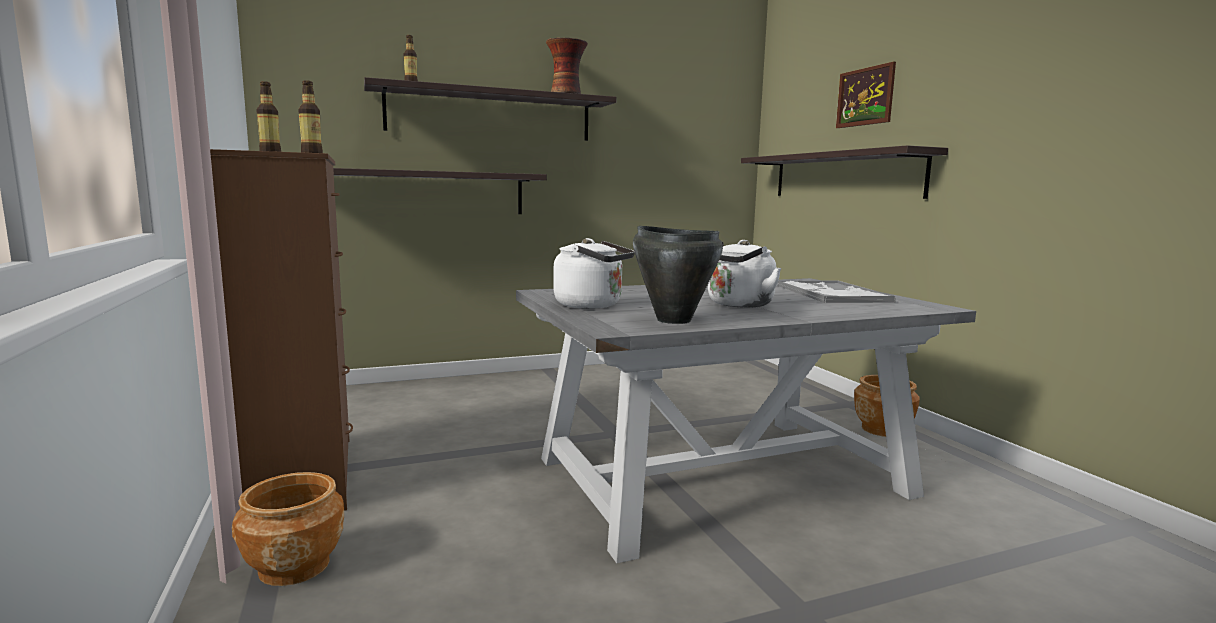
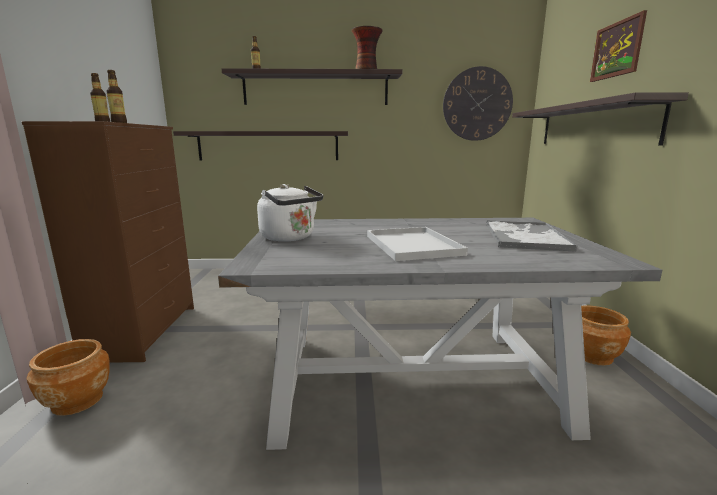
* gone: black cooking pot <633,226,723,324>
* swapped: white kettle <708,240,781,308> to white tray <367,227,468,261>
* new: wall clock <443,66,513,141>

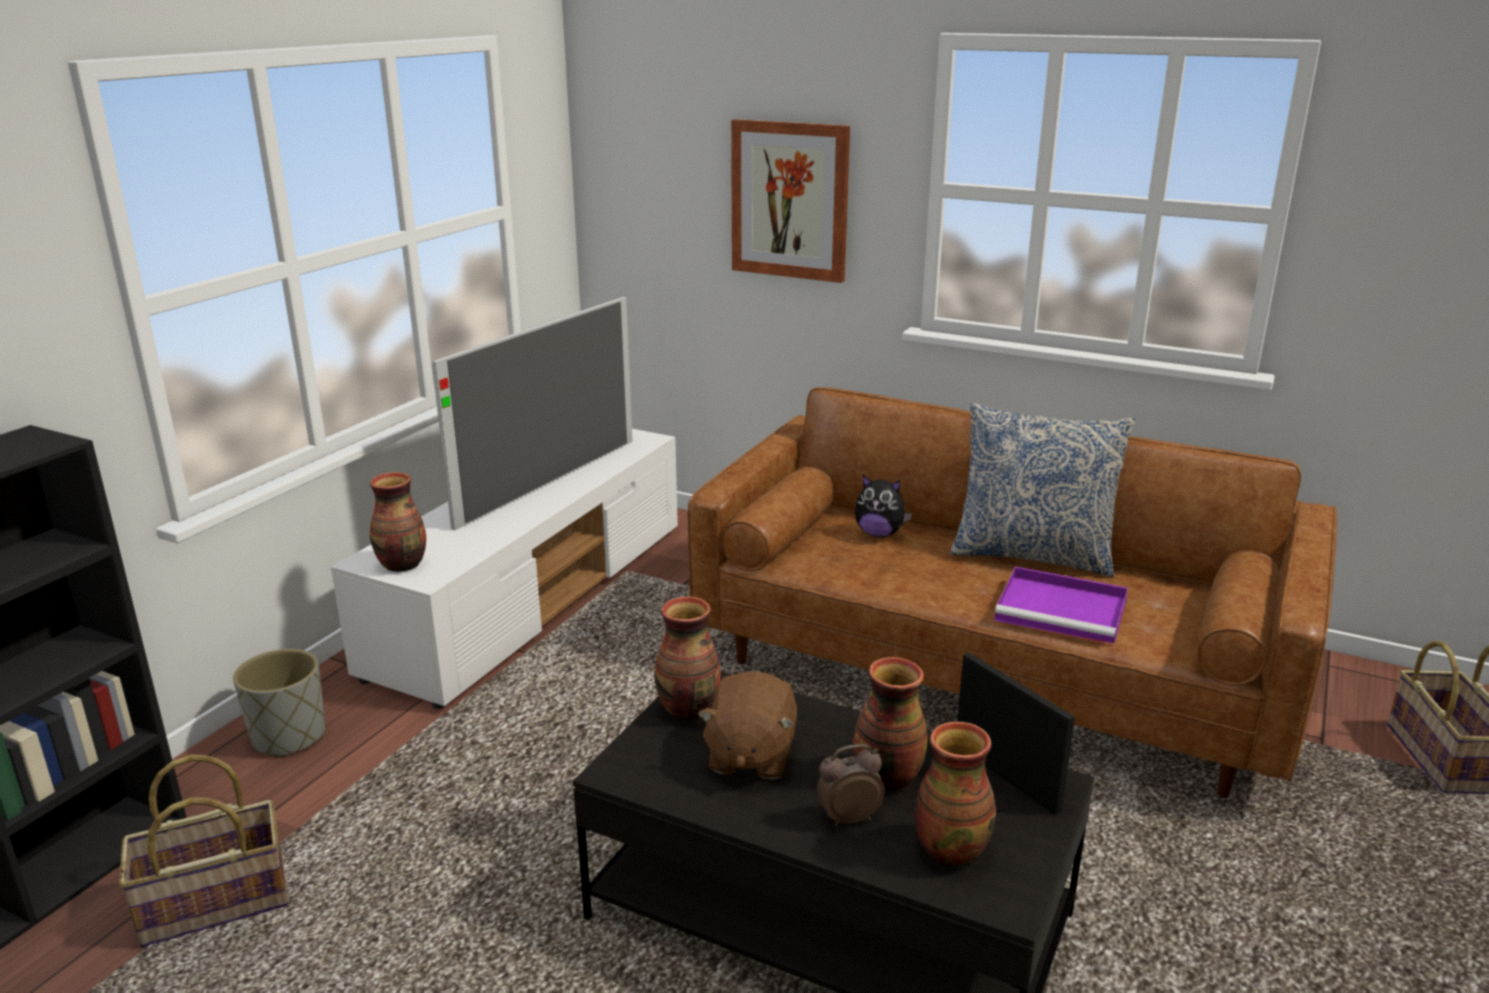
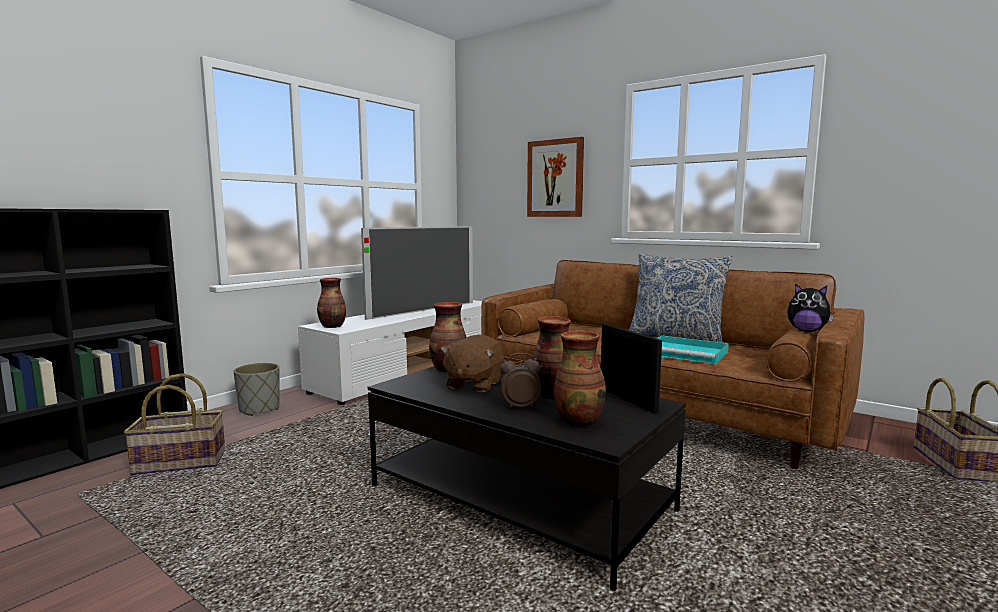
* shifted: plush toy <855,475,912,537> to <787,284,834,332>
* repainted: purple tray <994,566,1128,645> to turquoise tray <657,335,729,365>

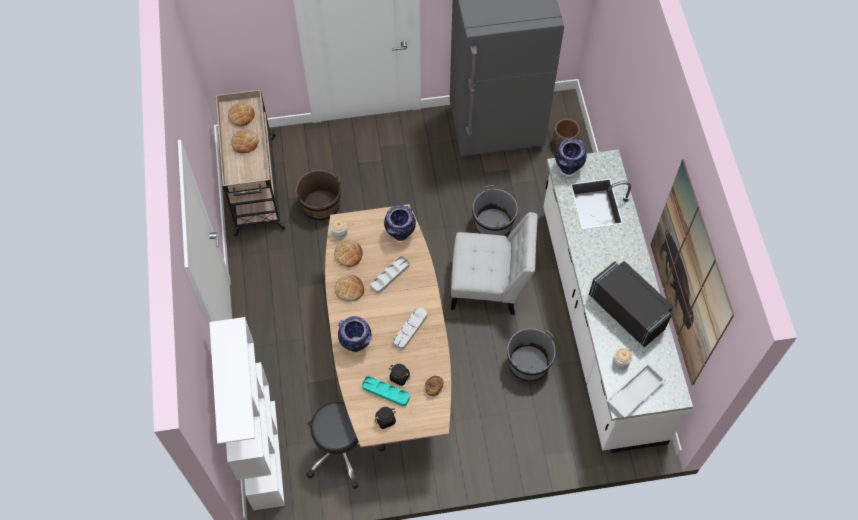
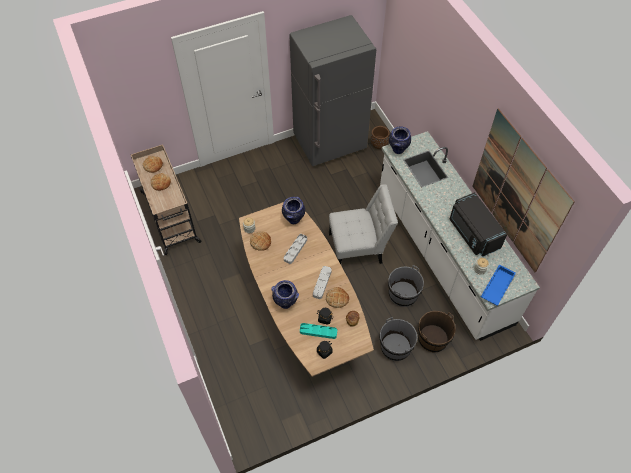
* shifted: brown bucket <295,170,341,221> to <418,311,456,352>
* shifted: grey bucket <472,185,518,236> to <380,317,417,361>
* rotated: black microwave <589,261,673,348> = <450,192,507,257> 150 degrees counterclockwise
* shifted: bread <335,275,364,301> to <326,287,349,308>
* gone: white bookcase <209,317,285,510>
* repainted: white tray <607,362,666,418> to blue tray <481,264,516,306>
* gone: black stool <306,402,385,489>

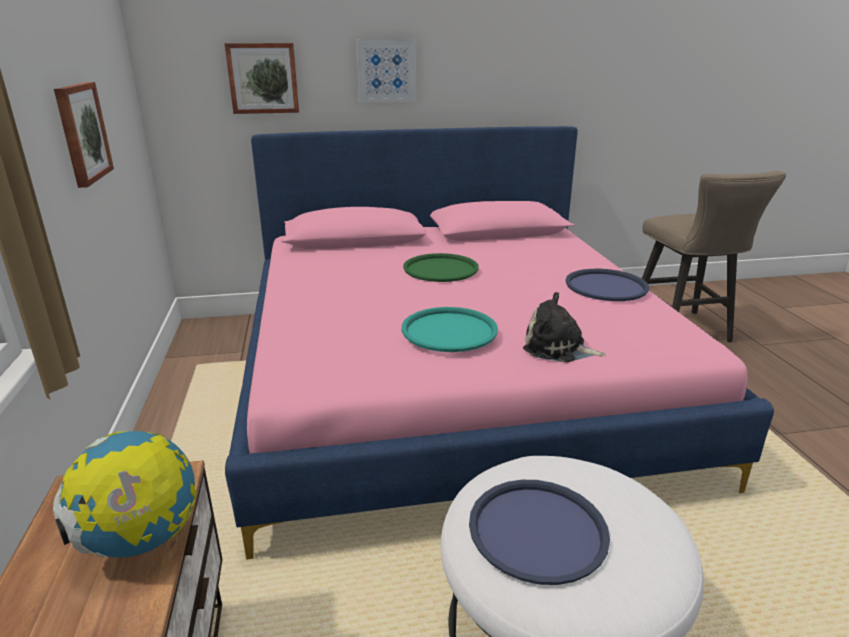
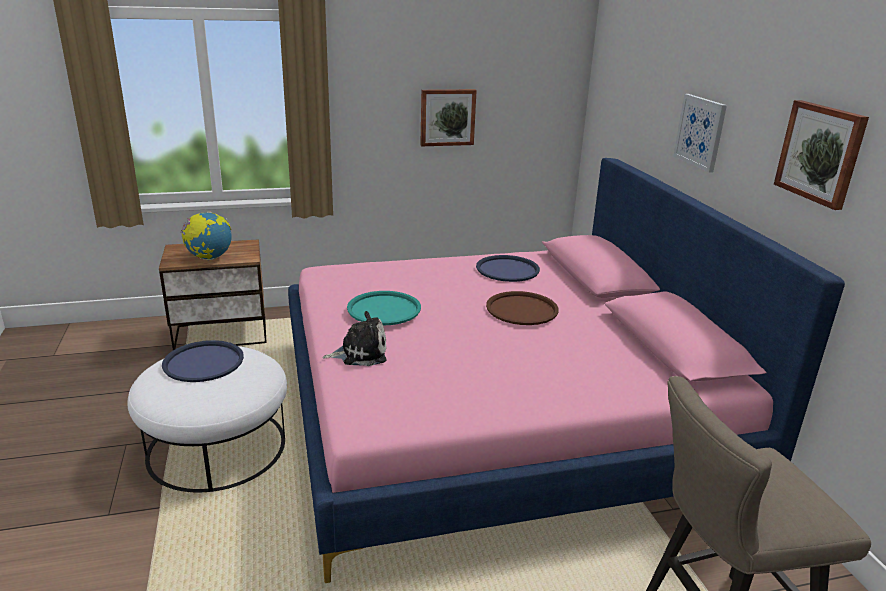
* shifted: picture <224,43,299,114> to <774,100,869,210>
* repainted: green tray <403,253,479,282> to brown tray <486,291,559,325>
* shifted: blue tray <565,269,649,301> to <476,255,540,282>
* rotated: plush toy <523,292,606,363> = <323,311,387,366> 60 degrees clockwise

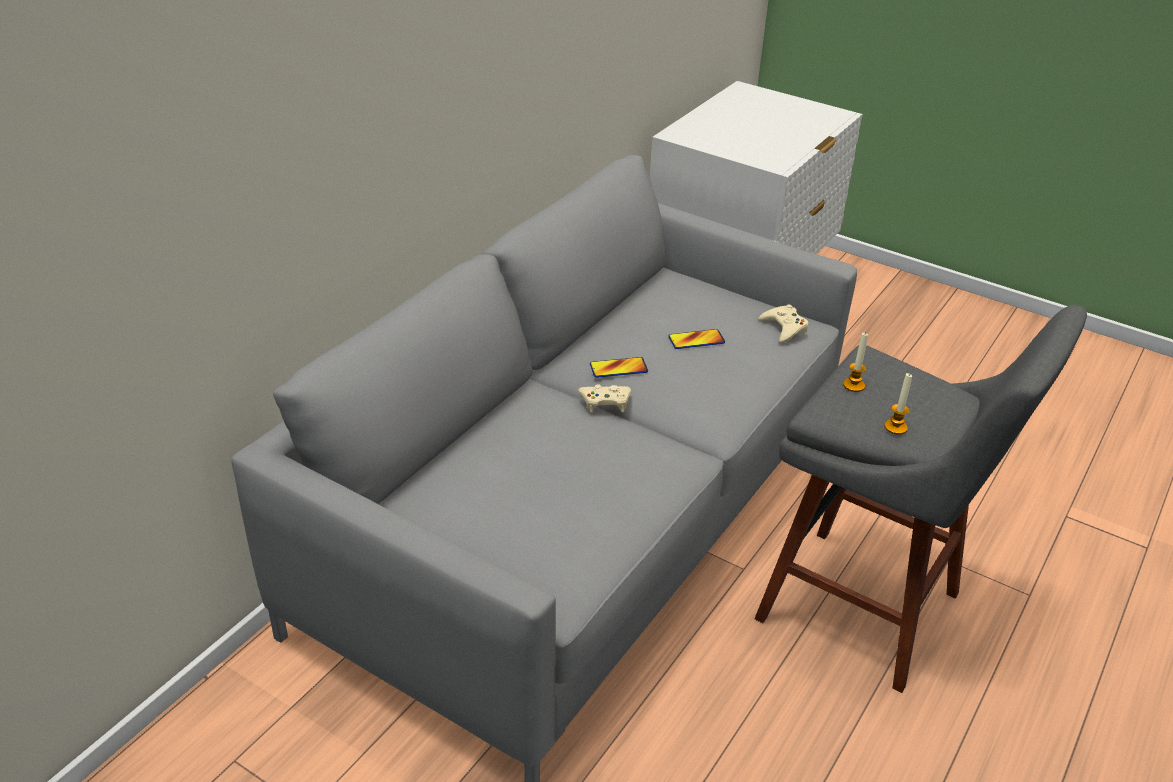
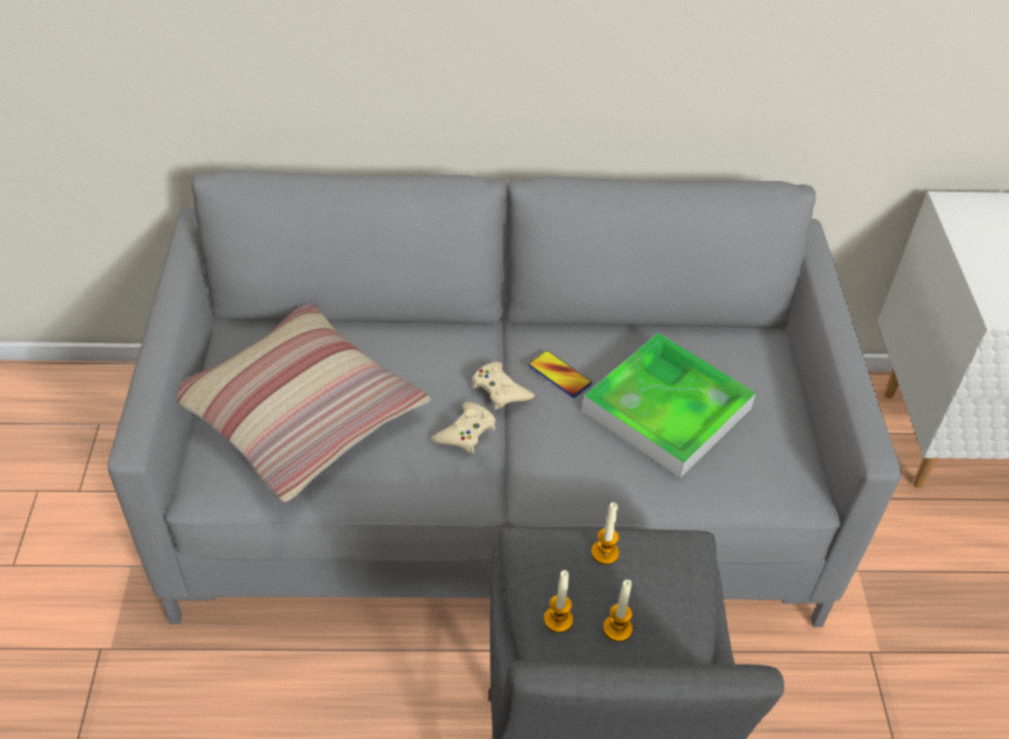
* shifted: beige game controller <758,305,808,343> to <431,402,496,453>
* swapped: phone <668,329,725,349> to tray <582,333,756,478>
* new: pillow <178,303,431,502>
* new: candle <603,580,633,642>

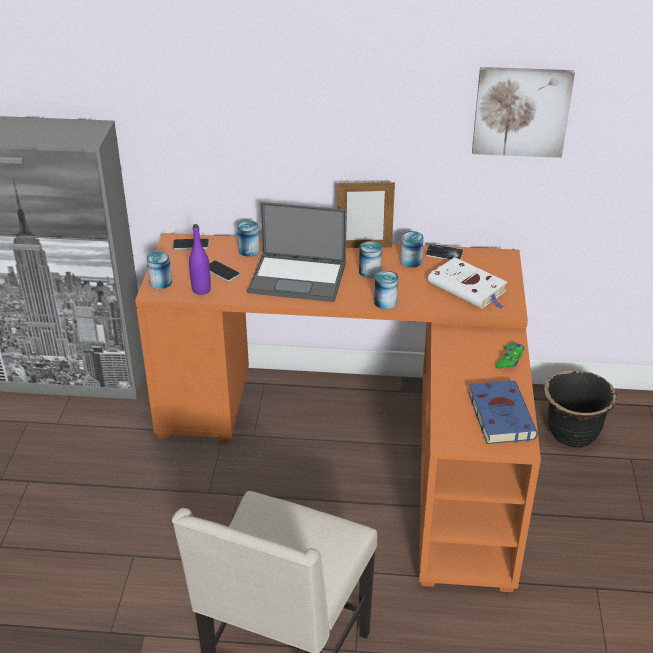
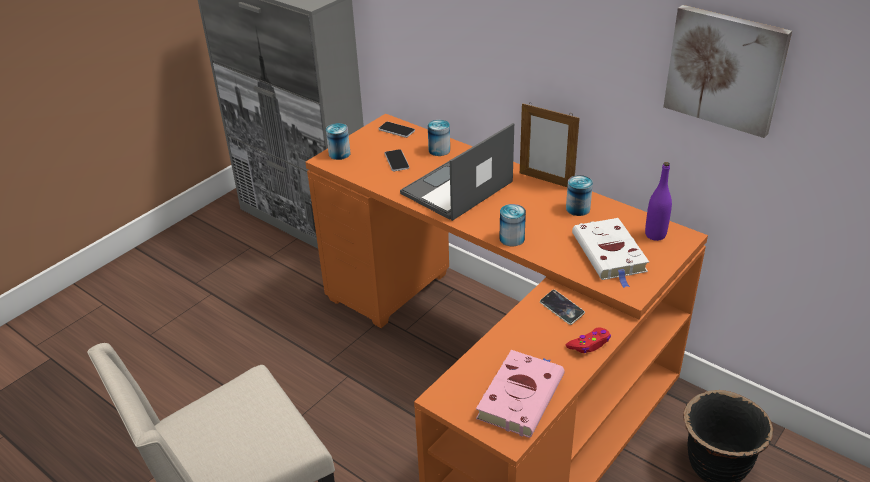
* rotated: laptop <247,202,346,302> = <400,123,514,221> 90 degrees clockwise
* shifted: purple bottle <189,224,211,295> to <645,162,672,241>
* gone: can <359,241,382,278>
* shifted: phone <425,244,464,260> to <540,290,585,325>
* repainted: green game controller <495,344,524,369> to red game controller <566,328,611,353>
* repainted: blue book <469,380,538,444> to pink book <476,350,565,438>

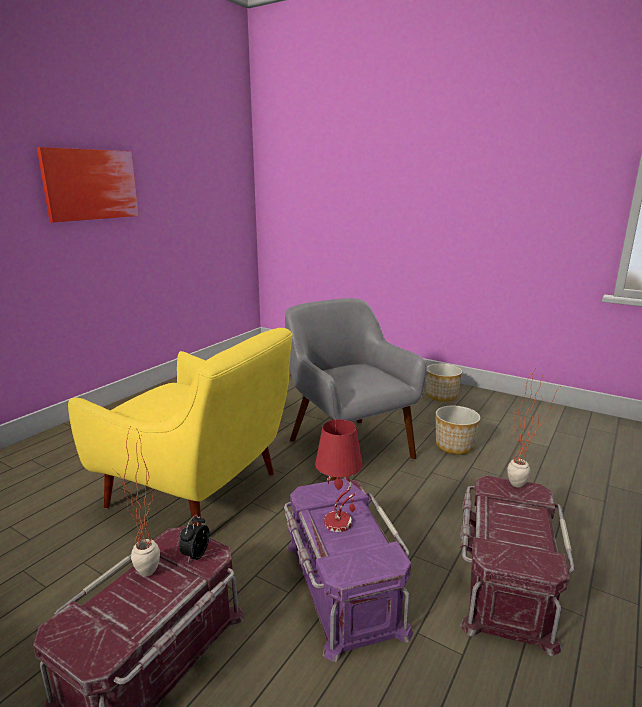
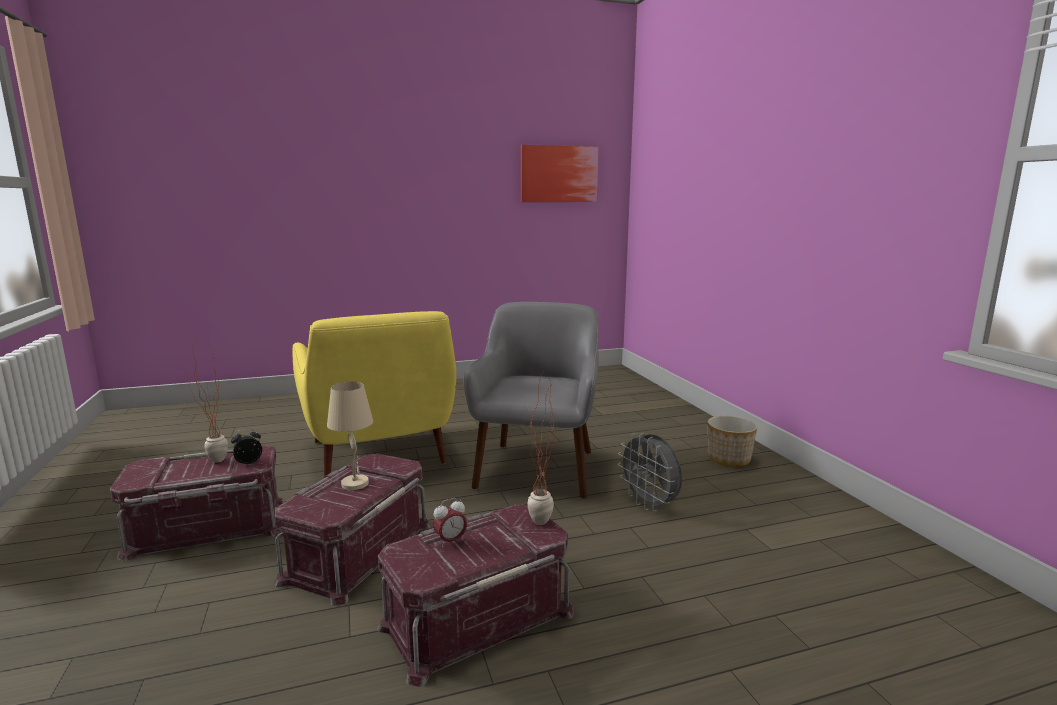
* shifted: picture <37,147,139,222> to <521,145,599,202>
* swapped: planter <435,406,480,455> to grey fan <617,433,682,512>
* repainted: red table lamp <315,419,363,532> to beige table lamp <327,382,373,490>
* repainted: purple storage box <284,478,413,662> to red storage box <275,454,431,606>
* new: alarm clock <433,498,467,547>

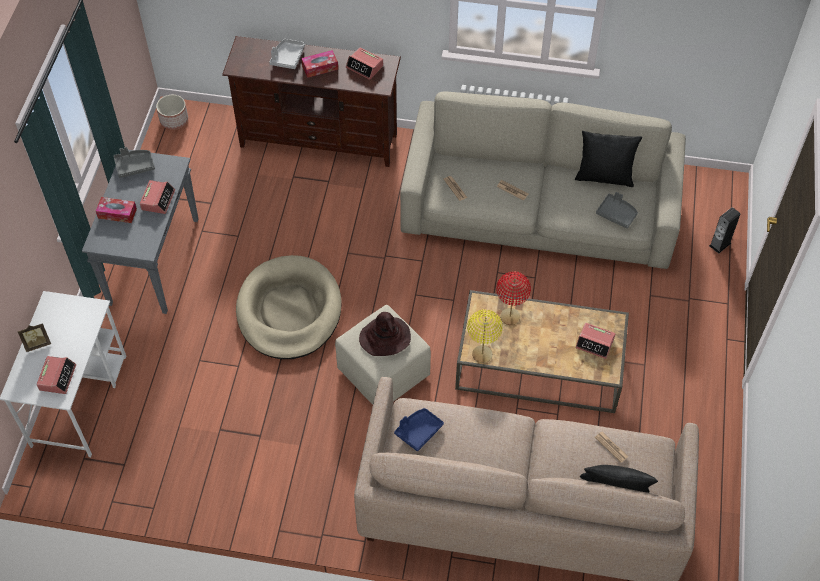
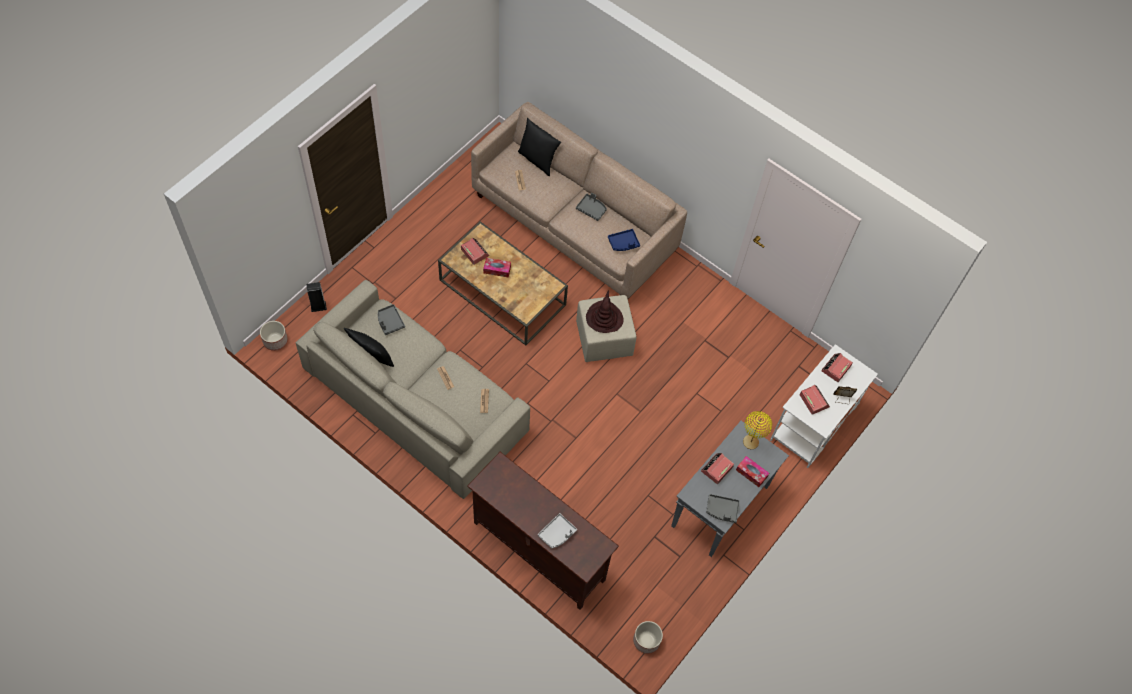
* shifted: alarm clock <346,48,383,80> to <800,385,830,415>
* shifted: tissue box <301,50,338,78> to <483,258,511,277>
* gone: beige dog bed <236,255,341,359>
* gone: red table lamp <496,271,531,325>
* shifted: yellow table lamp <467,309,503,363> to <743,411,772,449>
* new: grey tray <576,193,607,221>
* new: planter <260,321,288,351>

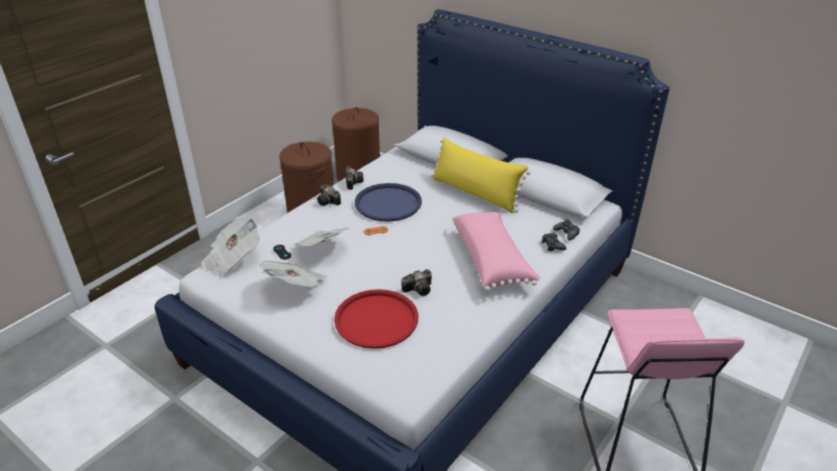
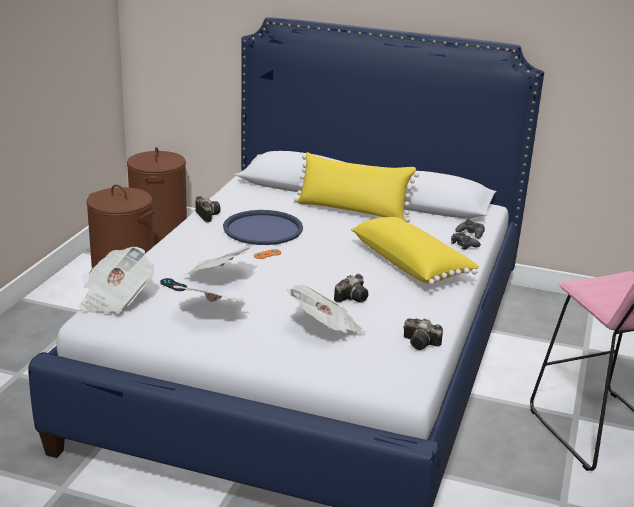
* shifted: photo camera <317,184,341,206> to <404,318,443,350>
* repainted: pink pillow <452,212,540,291> to yellow pillow <351,217,479,285>
* swapped: red tray <334,289,418,349> to newspaper <287,285,366,333>

